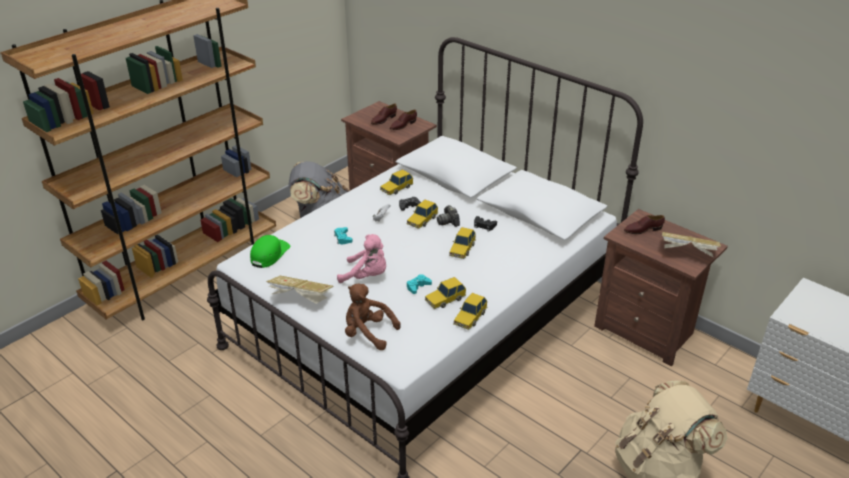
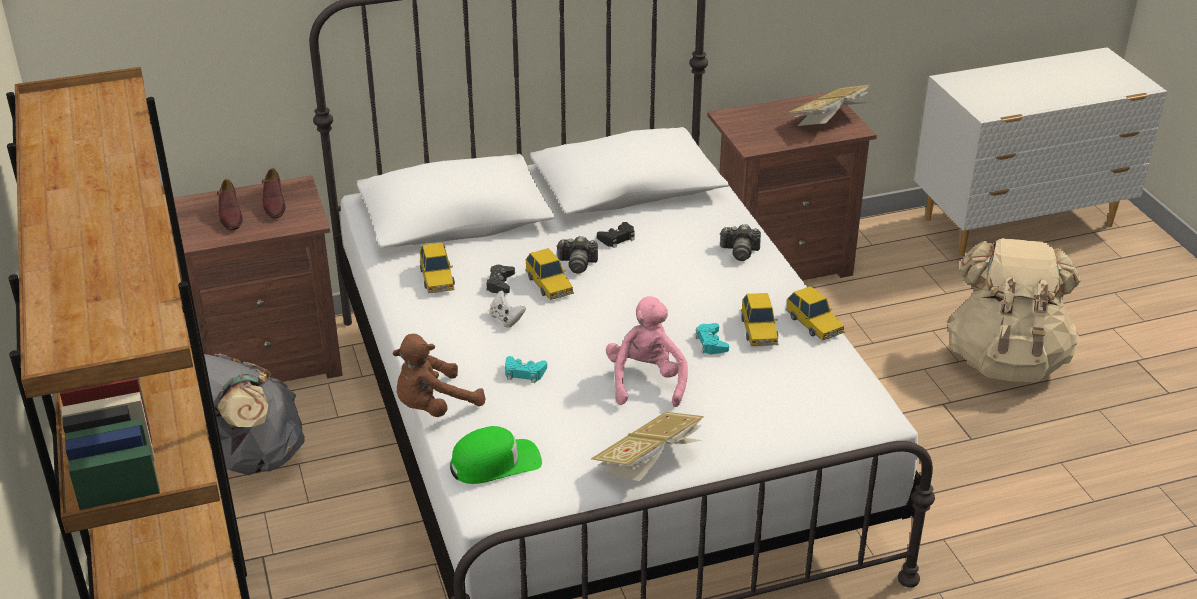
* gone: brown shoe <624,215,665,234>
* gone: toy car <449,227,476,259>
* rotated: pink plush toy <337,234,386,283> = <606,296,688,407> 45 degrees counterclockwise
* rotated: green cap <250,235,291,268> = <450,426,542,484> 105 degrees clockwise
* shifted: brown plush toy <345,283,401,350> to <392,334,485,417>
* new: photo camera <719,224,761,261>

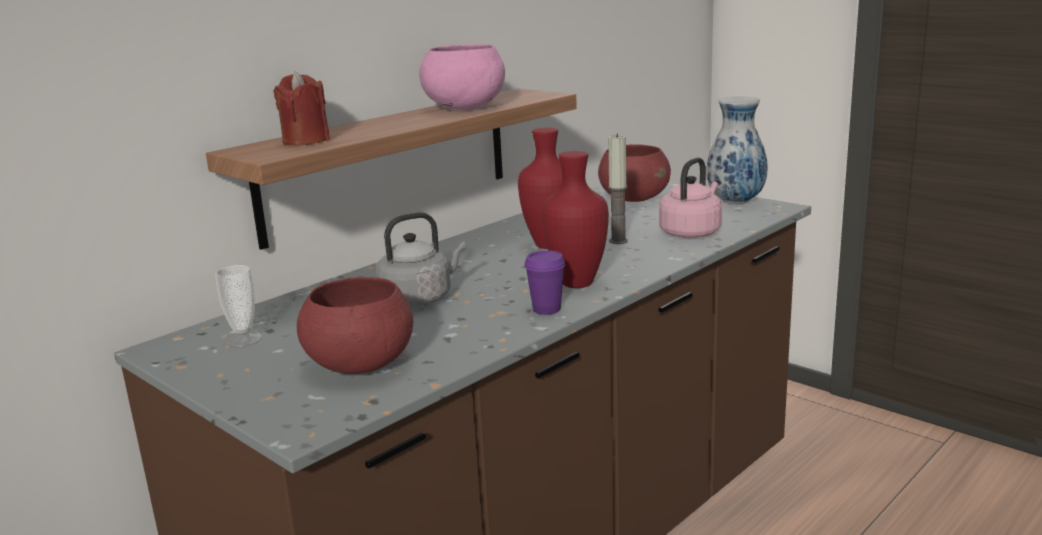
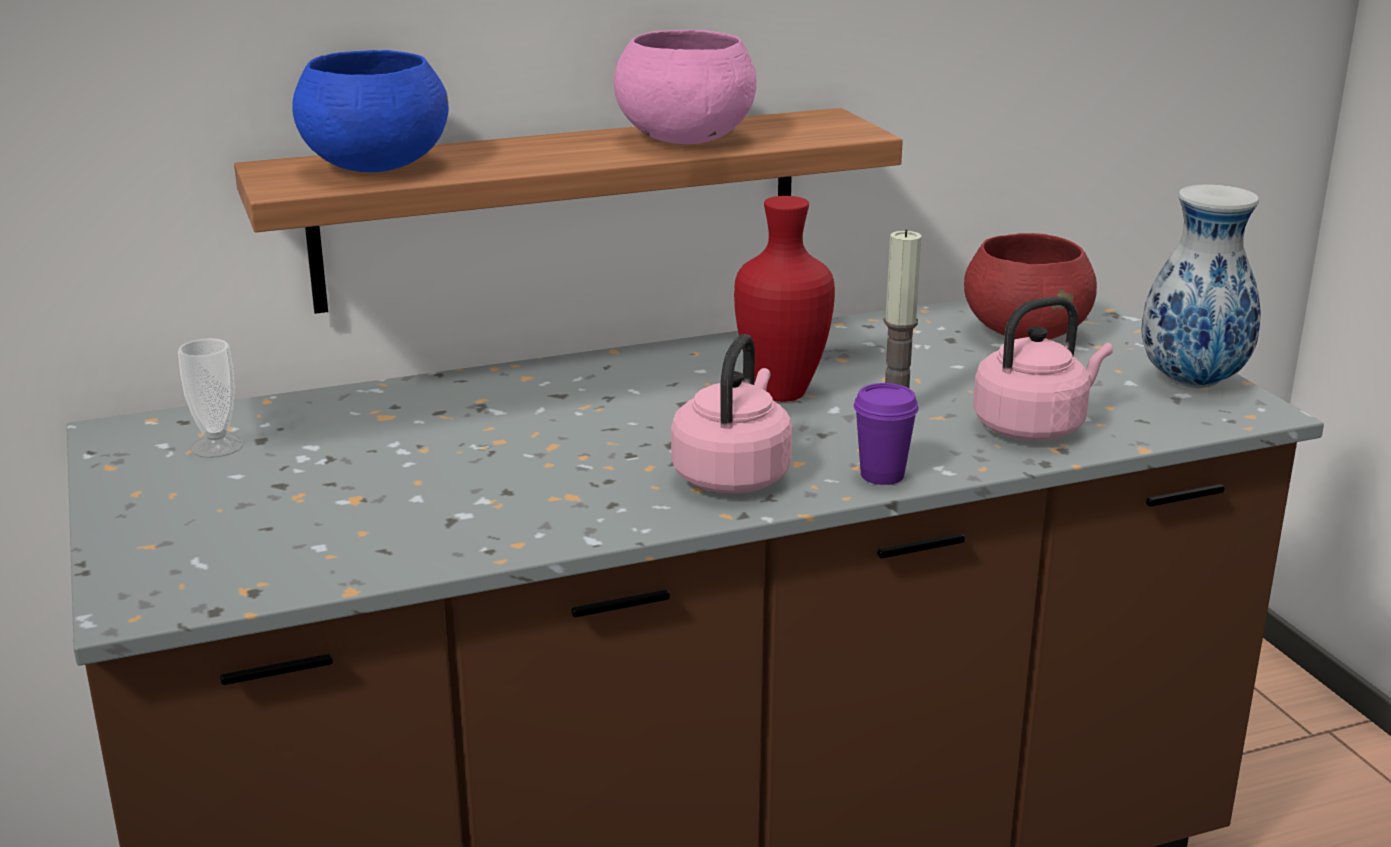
* swapped: red candle <274,71,330,146> to blue bowl <292,50,449,172>
* swapped: red vase <542,151,609,288> to pink kettle <671,334,792,494>
* gone: grey kettle <376,212,466,307>
* shifted: purple cup <524,250,565,315> to <854,383,919,485>
* gone: red bowl <297,277,413,374>

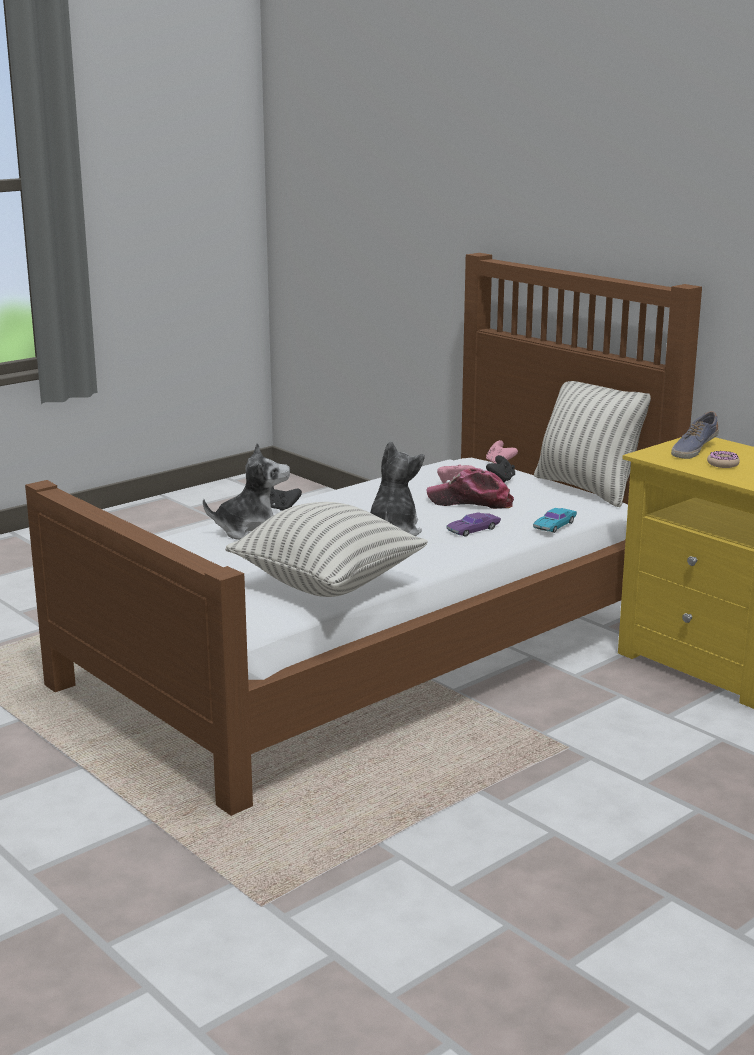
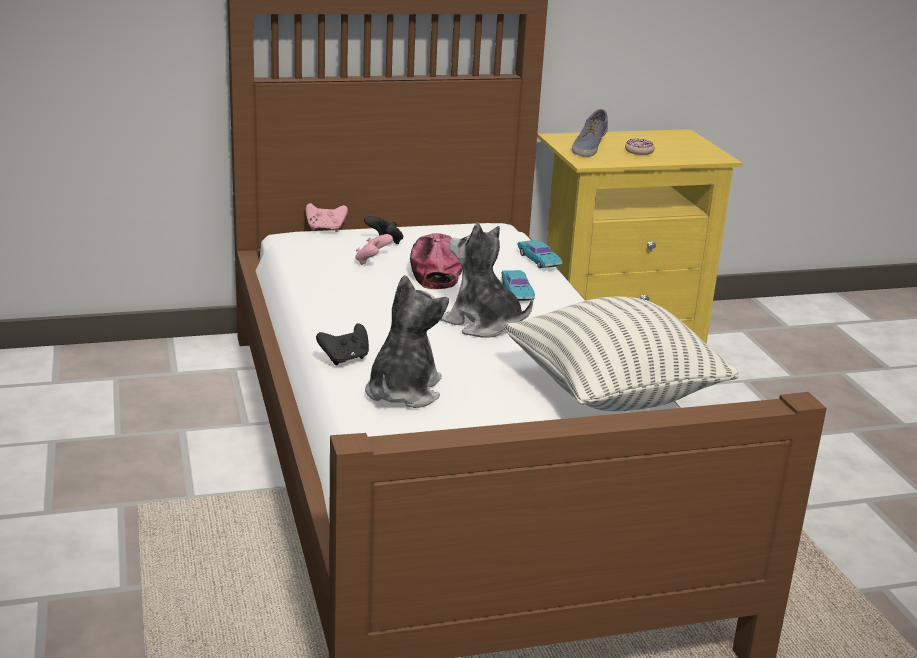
* gone: pillow <534,381,651,507>
* rotated: shoe <671,411,719,459> = <572,109,608,157> 45 degrees clockwise
* rotated: cap <427,468,514,509> = <410,233,462,289> 135 degrees clockwise
* repainted: purple toy car <446,512,501,537> to turquoise toy car <501,270,535,301>

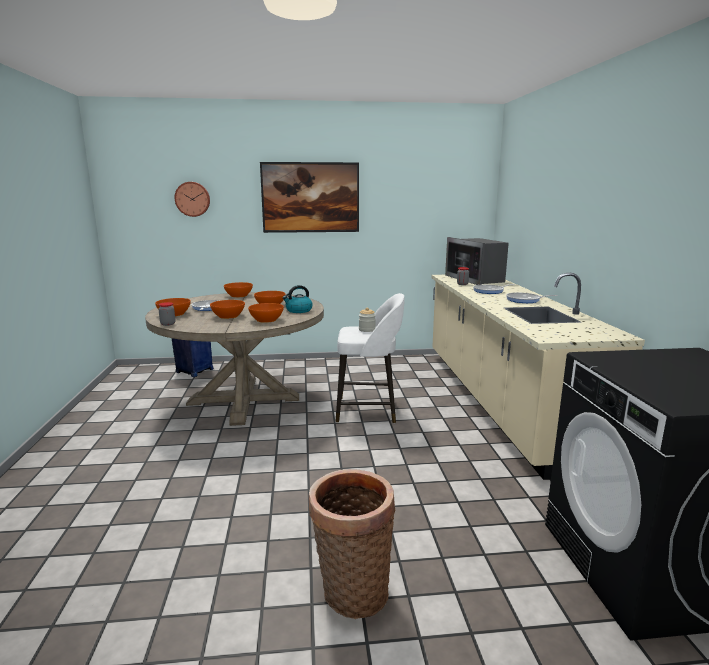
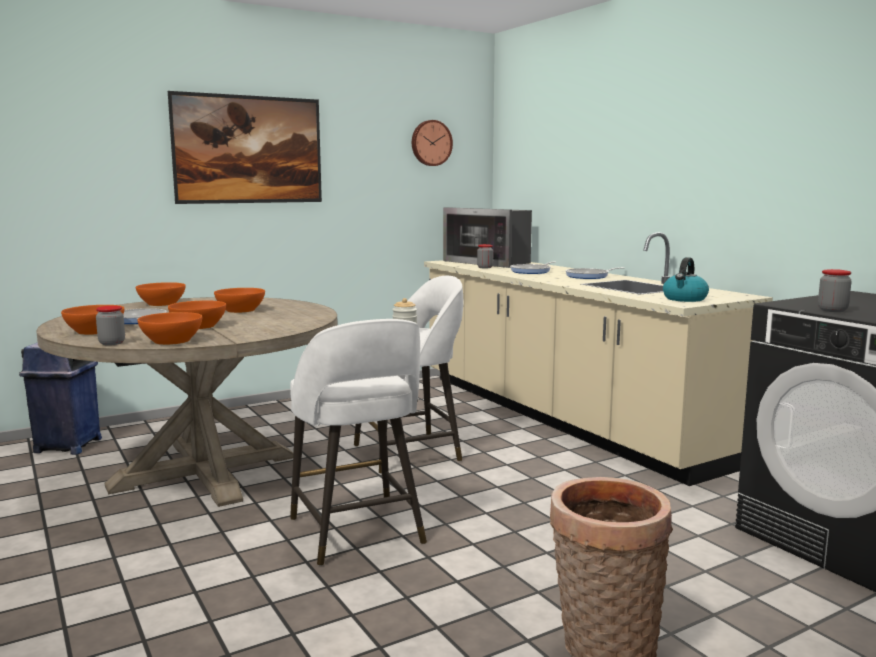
* shifted: wall clock <174,182,210,217> to <412,120,453,166>
* shifted: kettle <282,285,313,313> to <663,257,709,302>
* shifted: orange bowl <248,303,284,323> to <137,312,202,345>
* new: jar <818,269,852,312>
* new: white stool <290,319,427,566>

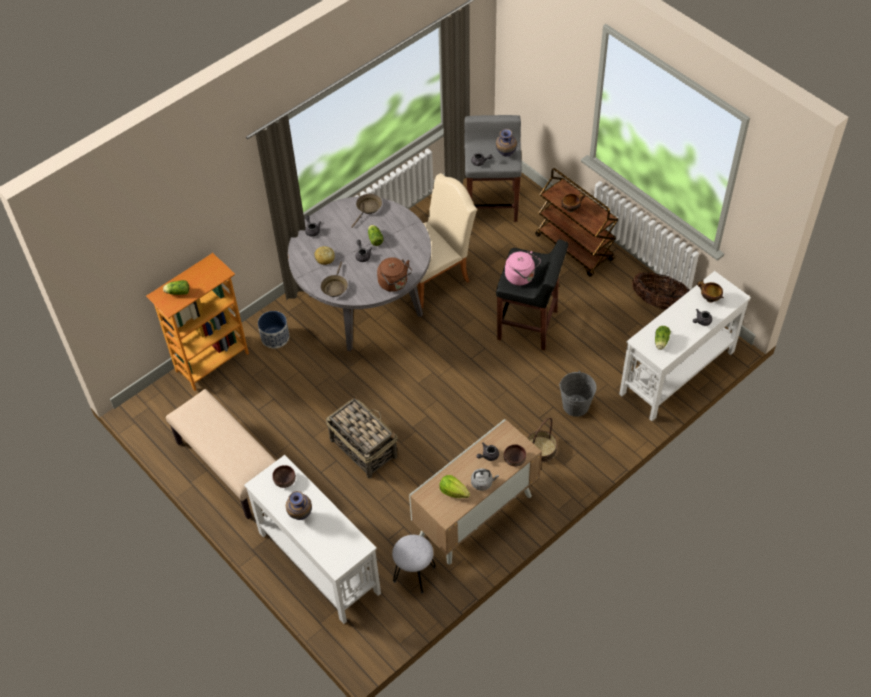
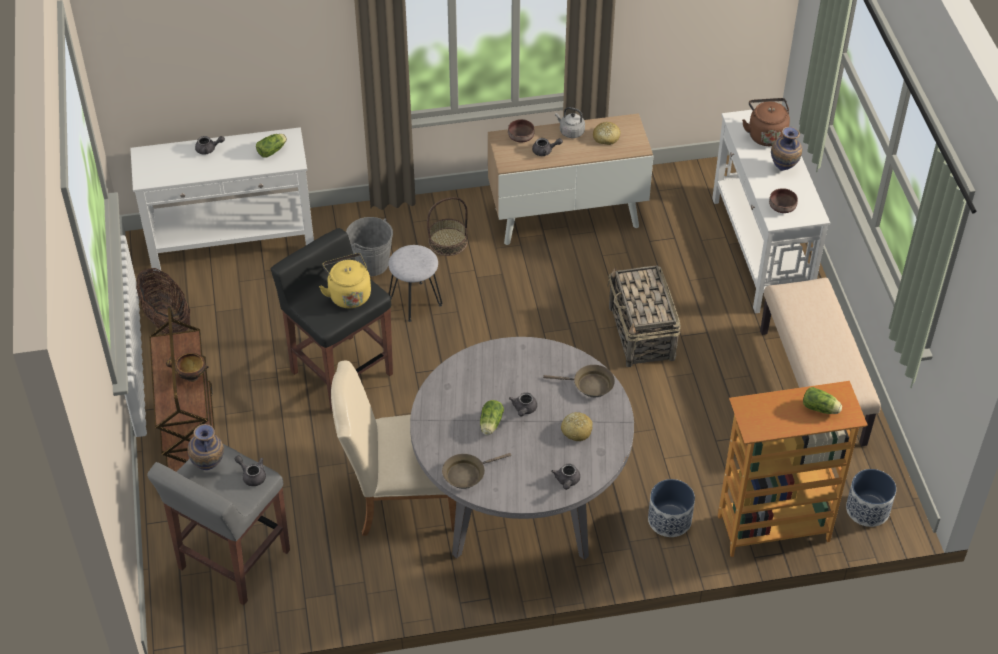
* repainted: pink kettle <505,251,541,285> to yellow kettle <319,253,371,308>
* shifted: brown kettle <377,257,412,292> to <742,98,790,146>
* rotated: brown frying pan <321,262,348,297> = <543,365,615,397> 60 degrees clockwise
* gone: bowl <697,280,724,303>
* swapped: lettuce <439,475,470,498> to bread <593,122,621,145>
* shifted: grey stool <392,535,436,594> to <388,245,442,322>
* new: planter <846,469,896,527>

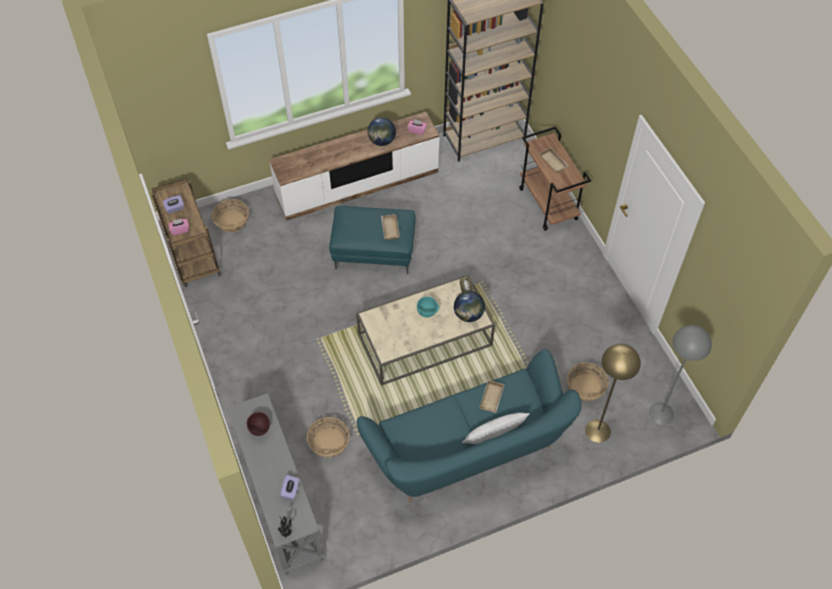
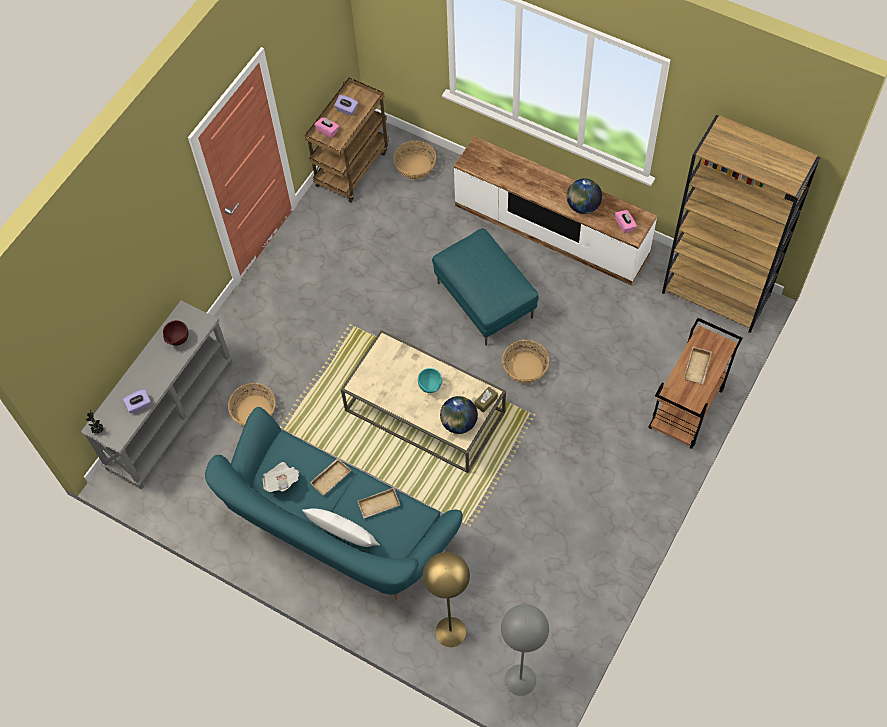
* shifted: beige tray <381,214,400,240> to <310,458,351,495>
* shifted: basket <567,362,609,401> to <502,340,549,383>
* new: newspaper <263,462,299,492>

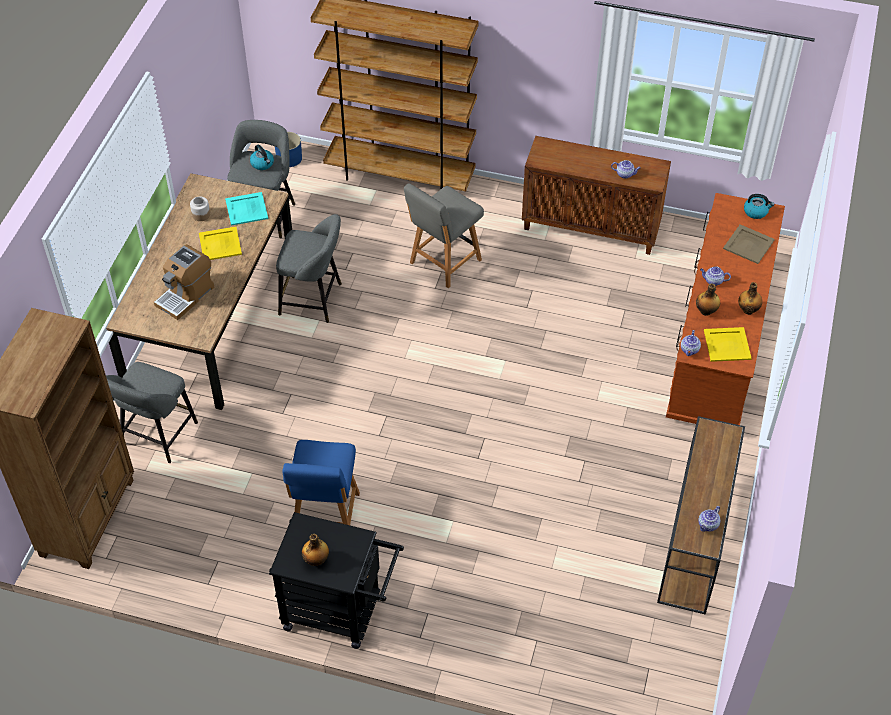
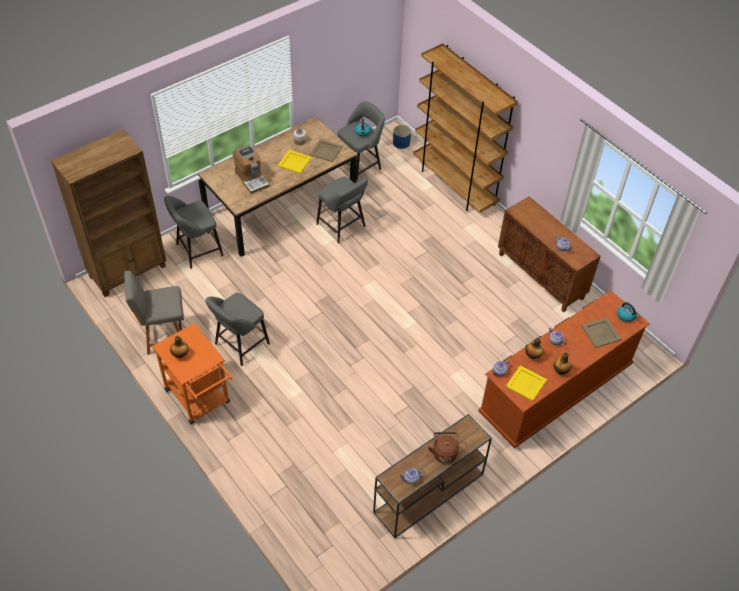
* shifted: grey chair <404,183,484,288> to <124,270,184,355>
* repainted: turquoise tray <225,192,268,226> to beige tray <310,139,343,162>
* rotated: coffee machine <154,244,214,320> = <233,145,269,194> 105 degrees counterclockwise
* swapped: blue chair <282,440,360,525> to grey stool <205,293,270,366>
* repainted: black cart <269,512,404,649> to orange cart <152,323,232,424>
* new: brown kettle <428,432,459,464>

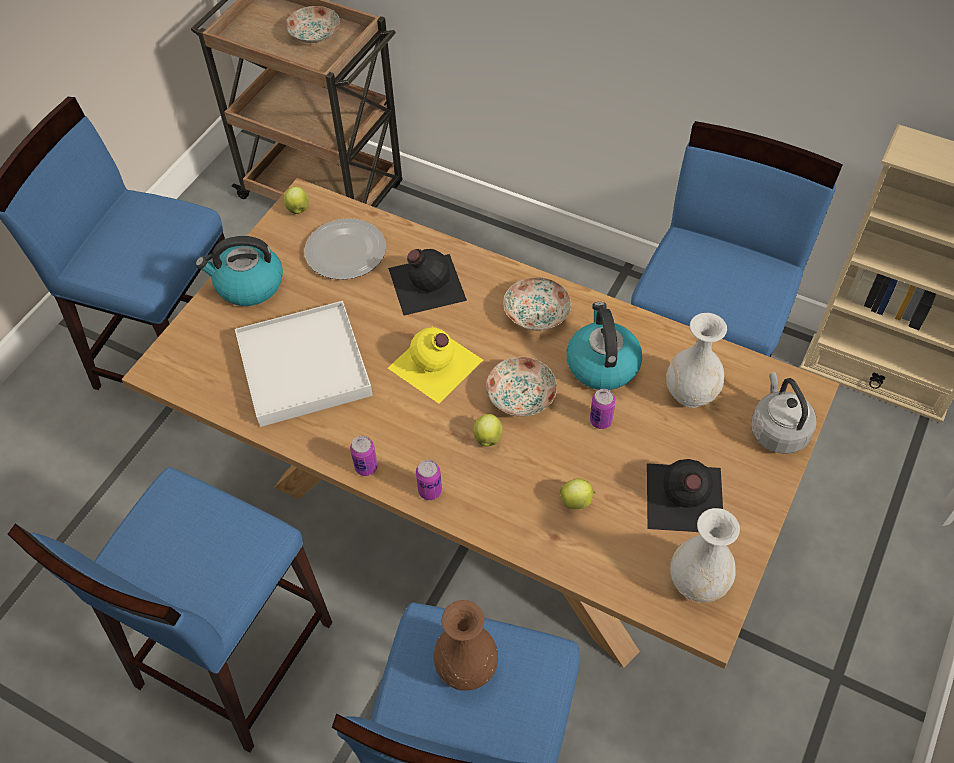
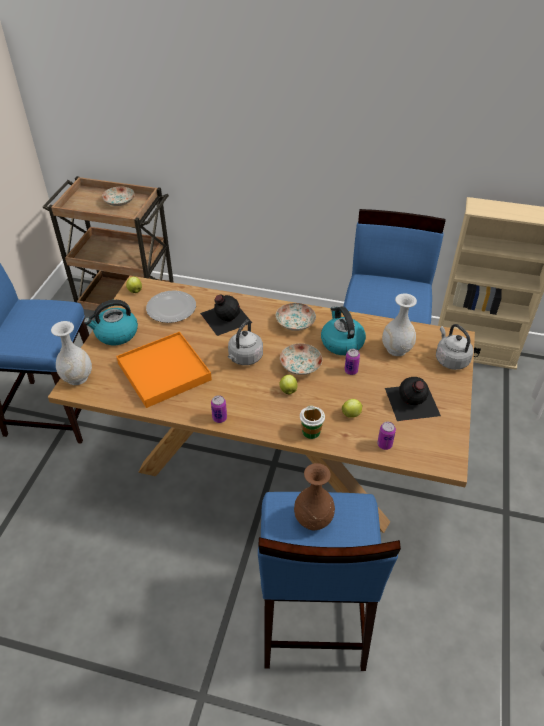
* repainted: white tray <235,301,373,427> to orange tray <116,331,212,408>
* swapped: yellow bottle <388,326,483,404> to grey kettle <228,320,263,365>
* shifted: can <416,460,442,500> to <377,422,396,450>
* gone: blue stool <8,467,332,753>
* shifted: white vase <670,508,740,603> to <51,321,92,385>
* new: cup <300,405,325,439>

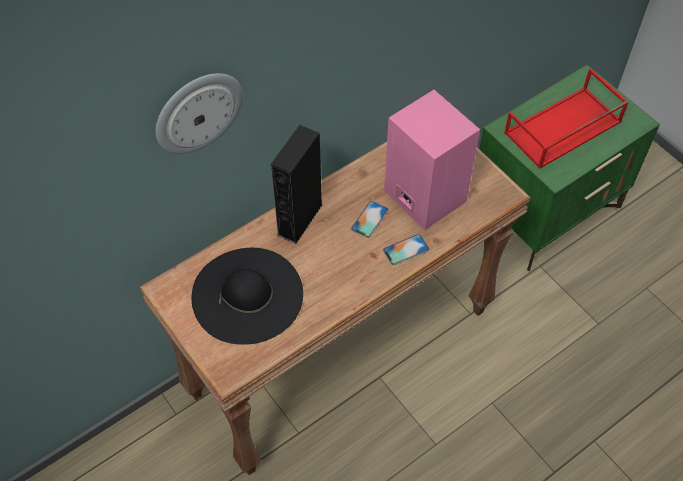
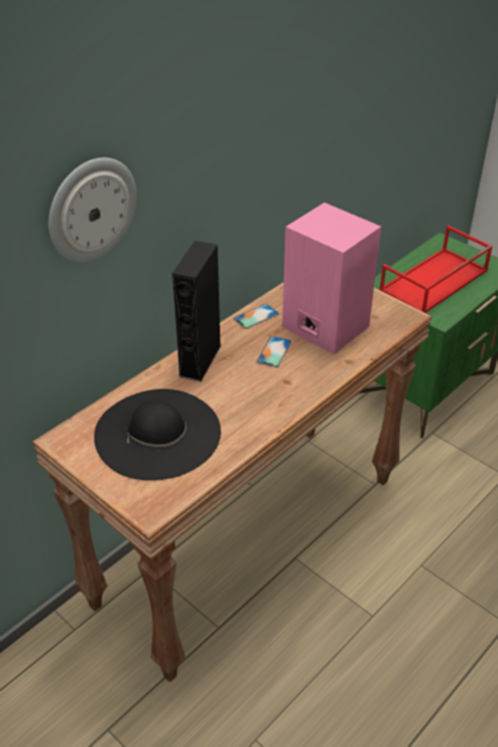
* shifted: phone <383,234,429,265> to <234,304,279,329>

